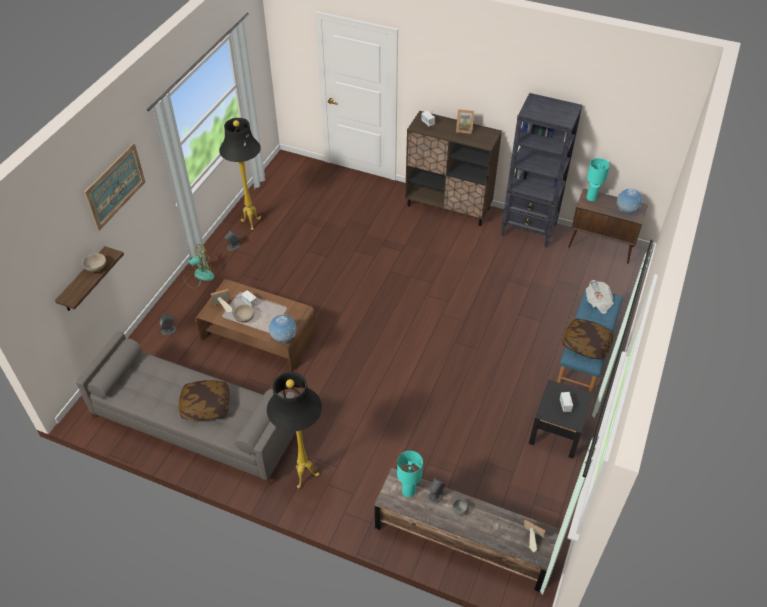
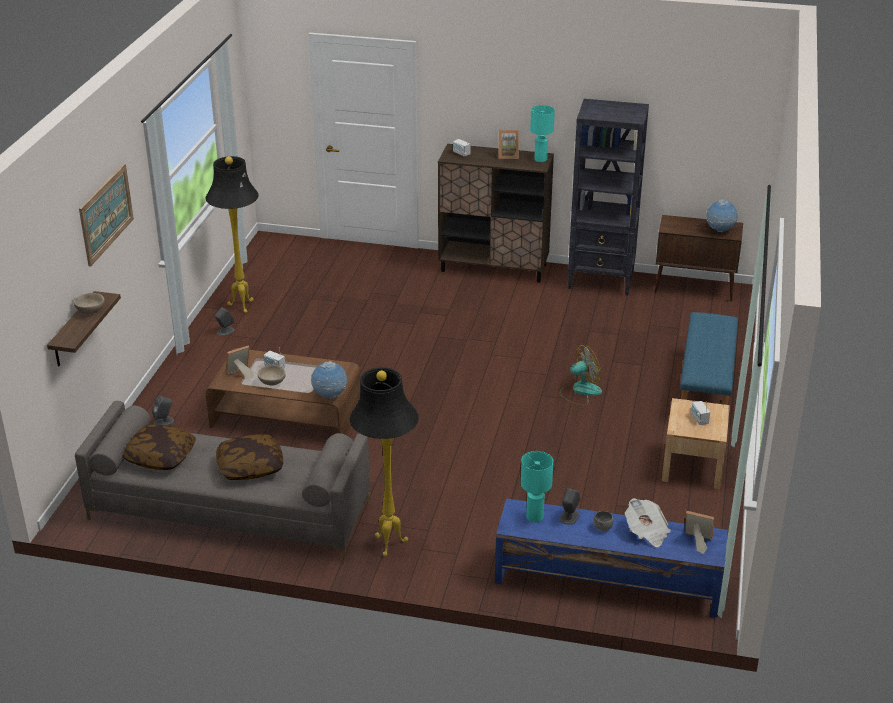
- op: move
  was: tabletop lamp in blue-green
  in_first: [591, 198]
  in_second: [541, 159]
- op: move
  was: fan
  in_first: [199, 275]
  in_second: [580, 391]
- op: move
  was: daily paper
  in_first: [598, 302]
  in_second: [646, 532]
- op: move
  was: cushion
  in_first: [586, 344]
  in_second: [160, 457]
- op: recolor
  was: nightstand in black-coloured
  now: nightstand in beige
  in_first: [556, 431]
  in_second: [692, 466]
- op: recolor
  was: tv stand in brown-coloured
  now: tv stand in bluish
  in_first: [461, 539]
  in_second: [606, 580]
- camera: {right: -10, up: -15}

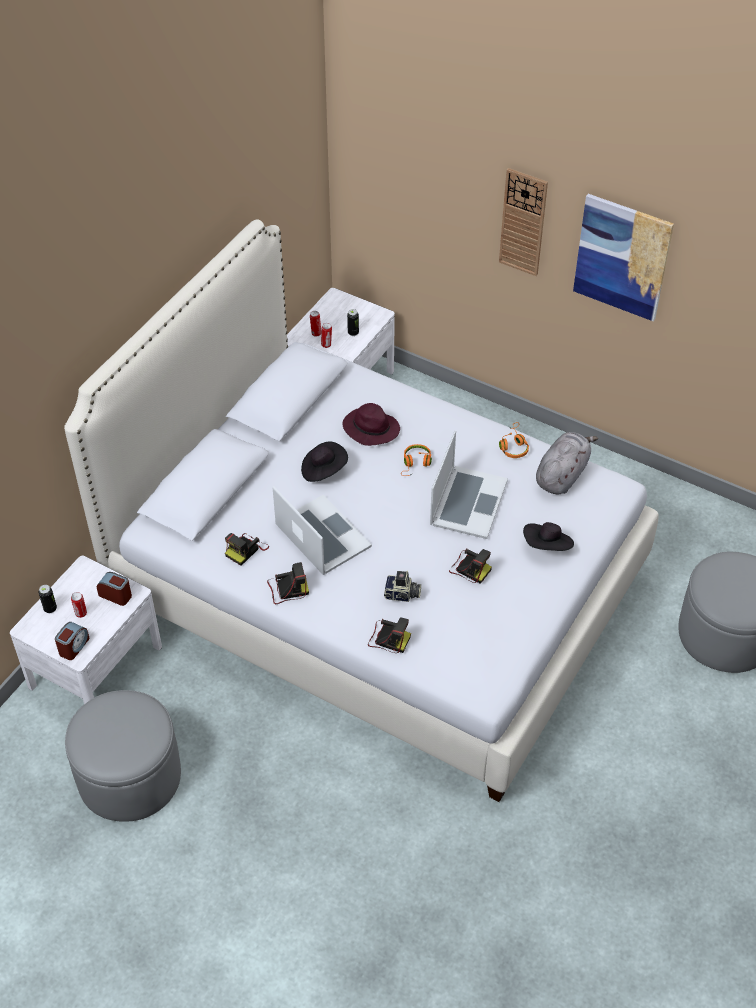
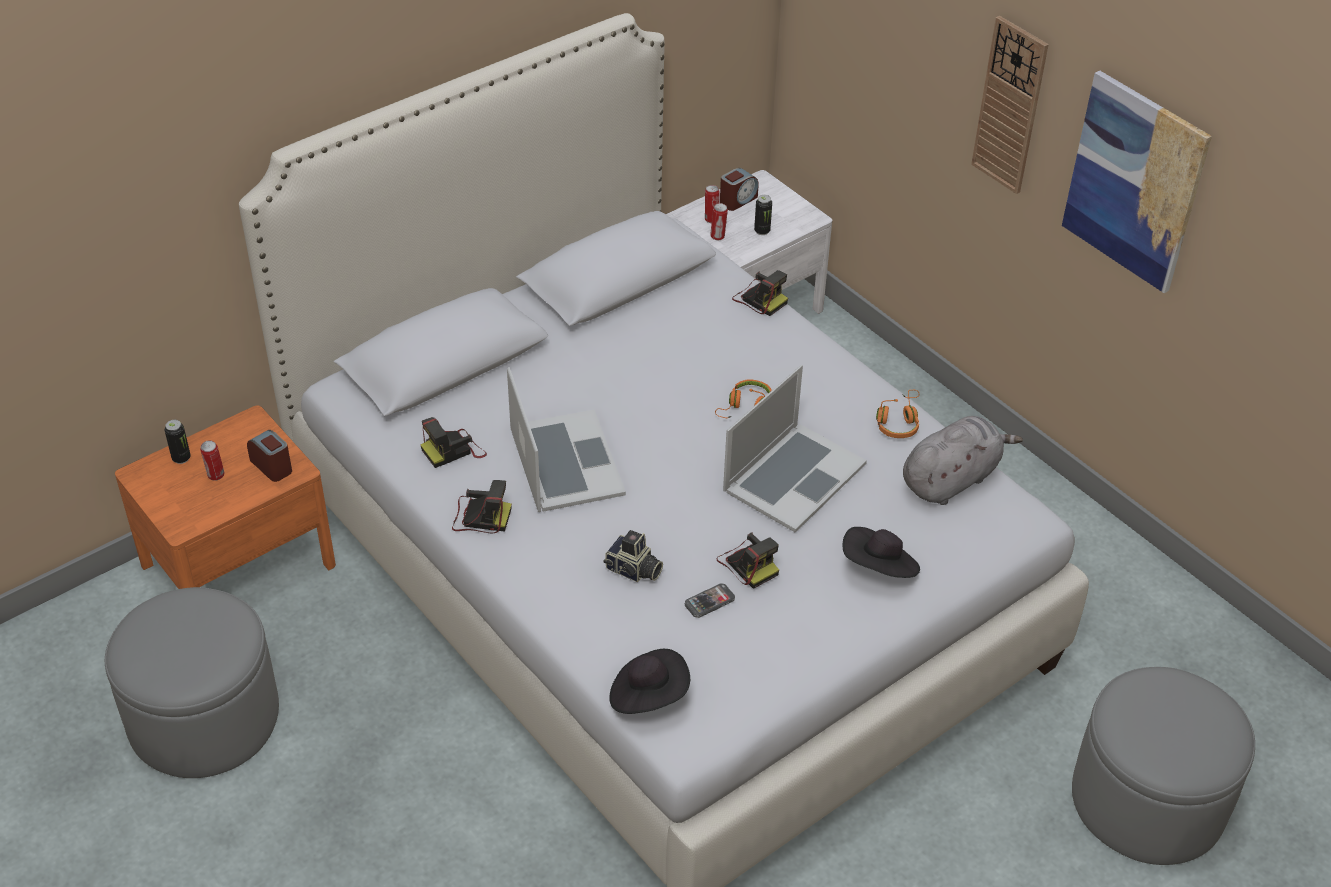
- op: delete
  was: wearable hat in purple-coloured
  in_first: [370, 429]
- op: move
  was: wearable hat in black-coloured
  in_first: [323, 470]
  in_second: [648, 695]
- op: recolor
  was: nightstand in whitish
  now: nightstand in orangey
  in_first: [95, 666]
  in_second: [238, 564]
- op: move
  was: photo camera
  in_first: [388, 638]
  in_second: [759, 299]
- op: move
  was: bedside clock
  in_first: [73, 647]
  in_second: [738, 200]
- op: insert
  now: telephone
  in_second: [709, 602]
- camera: {right: 20, up: -5}

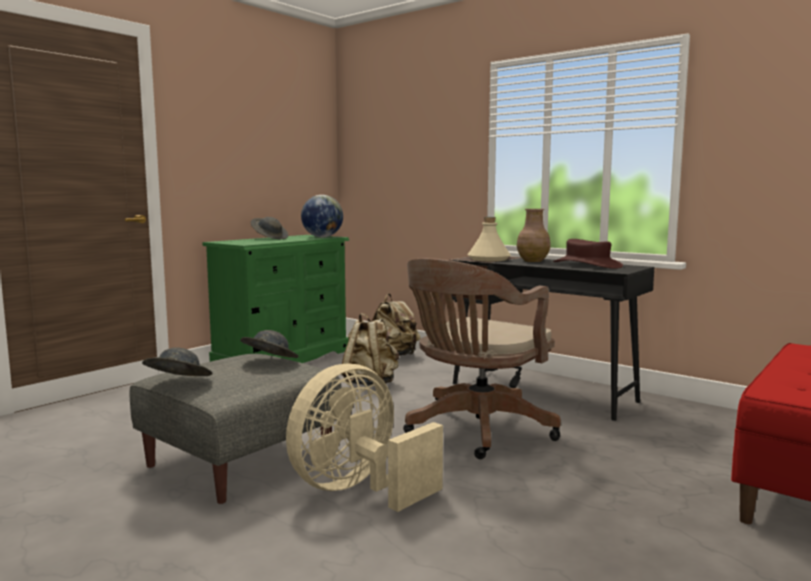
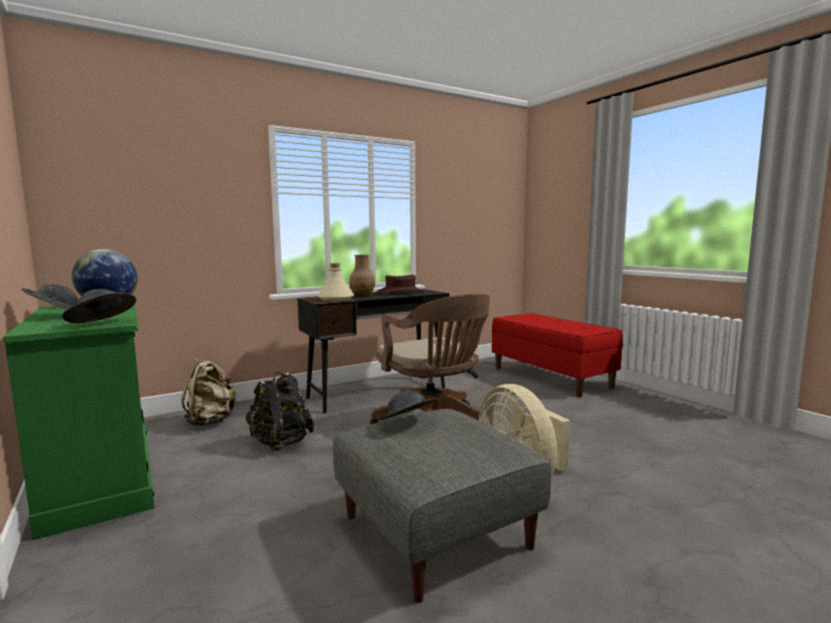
- op: recolor
  was: knapsack in beige
  now: knapsack in black-coloured
  in_first: [370, 383]
  in_second: [280, 443]
- op: move
  was: wearable hat in gray
  in_first: [177, 384]
  in_second: [102, 324]
- camera: {right: -70, up: 0}

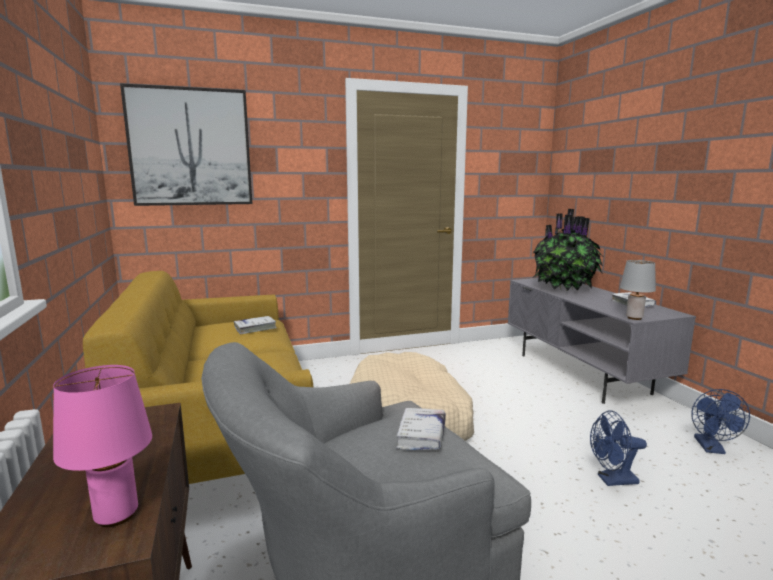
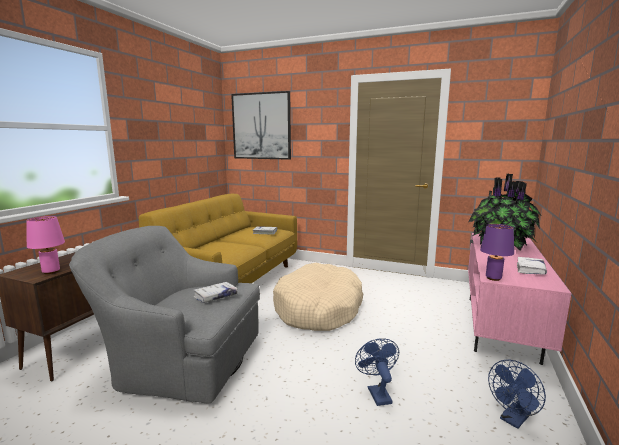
- op: recolor
  was: tabletop lamp in gray
  now: tabletop lamp in purple-coloured
  in_first: [634, 318]
  in_second: [493, 278]
- op: recolor
  was: tv stand in gray
  now: tv stand in pink
  in_first: [582, 373]
  in_second: [501, 327]
- op: rotate
  was: fan in bluish
  in_first: [612, 480]
  in_second: [377, 392]
  clockwise: 45
- camera: {right: 40, up: 0}

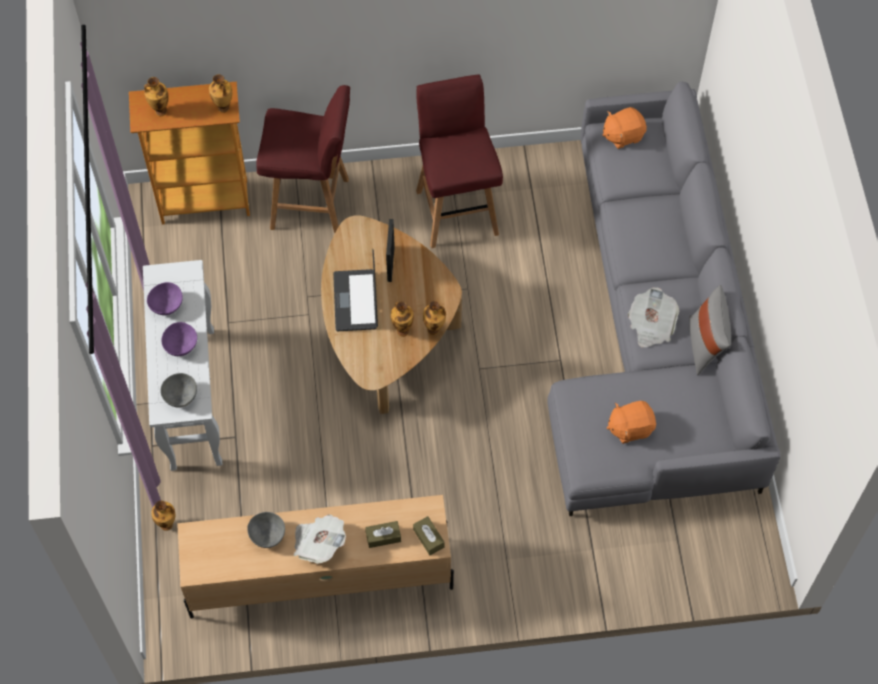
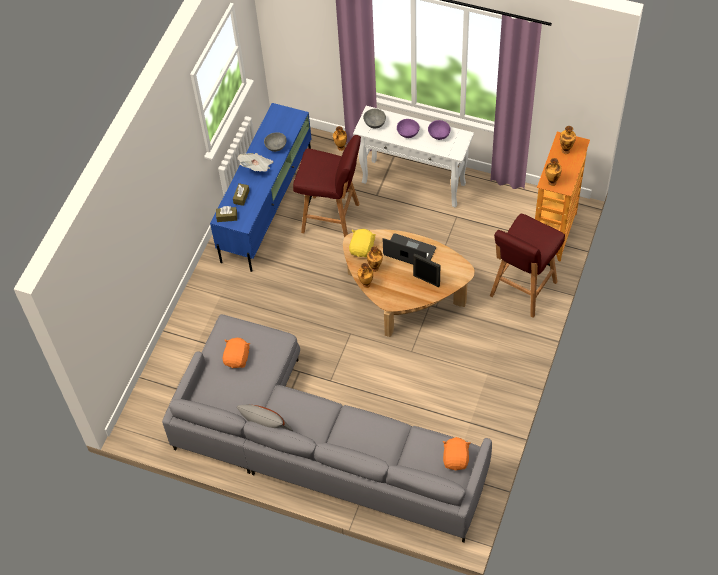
- op: move
  was: sitting stool in reddish
  in_first: [457, 210]
  in_second: [332, 218]
- op: delete
  was: daily paper
  in_first: [651, 325]
- op: recolor
  was: tv stand in beige
  now: tv stand in bluish
  in_first: [318, 577]
  in_second: [267, 203]
- op: insert
  now: plush toy in yellowish
  in_second: [362, 249]
- camera: {right: 120, up: -5}

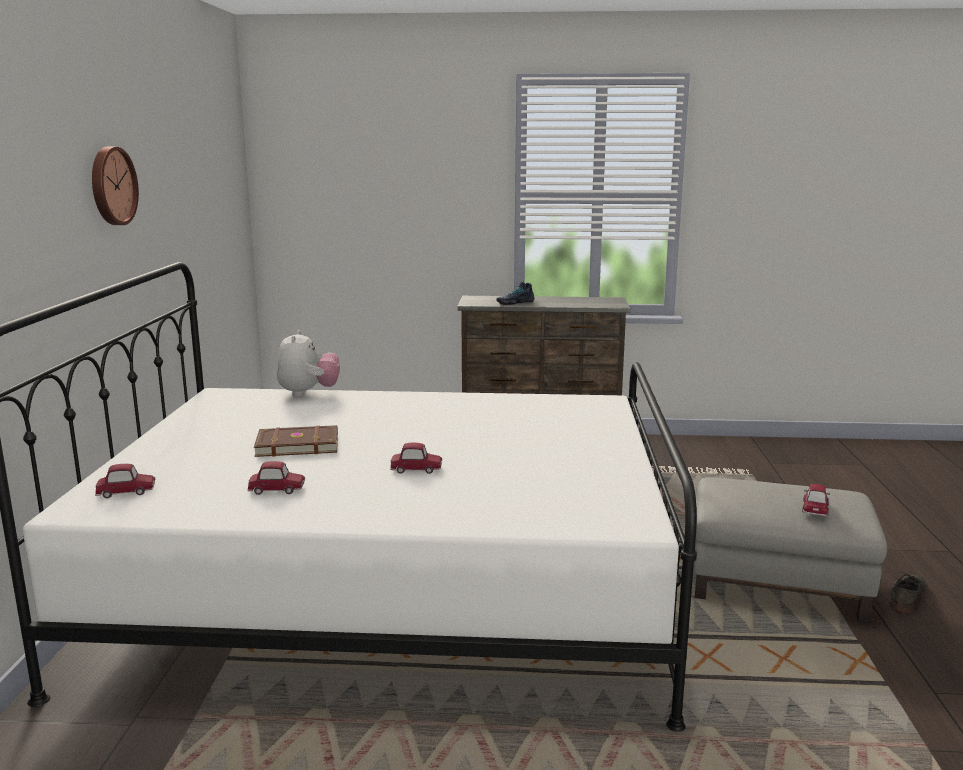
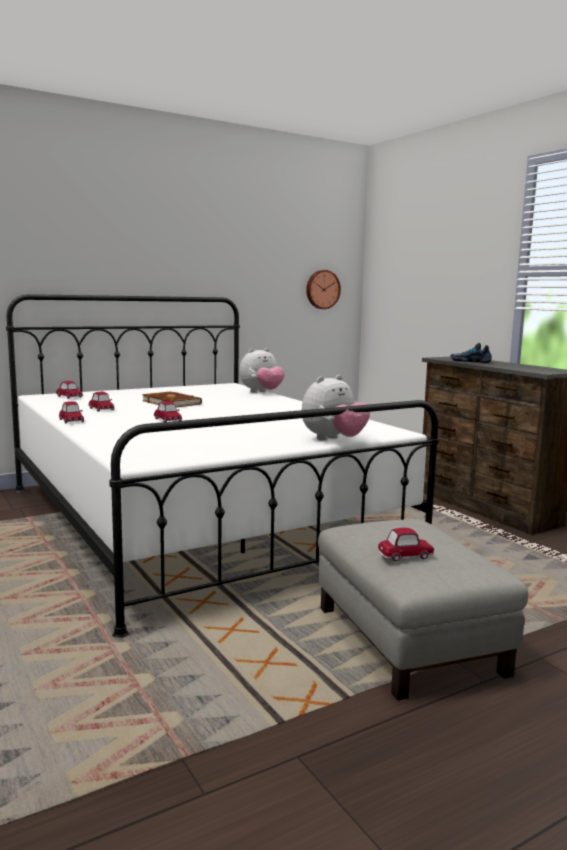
- op: move
  was: wall clock
  in_first: [111, 186]
  in_second: [322, 289]
- op: delete
  was: item of footwear in gray
  in_first: [906, 596]
- op: insert
  now: plush toy
  in_second: [333, 440]
- op: insert
  now: miniature car
  in_second: [71, 421]
- camera: {right: 55, up: -5}

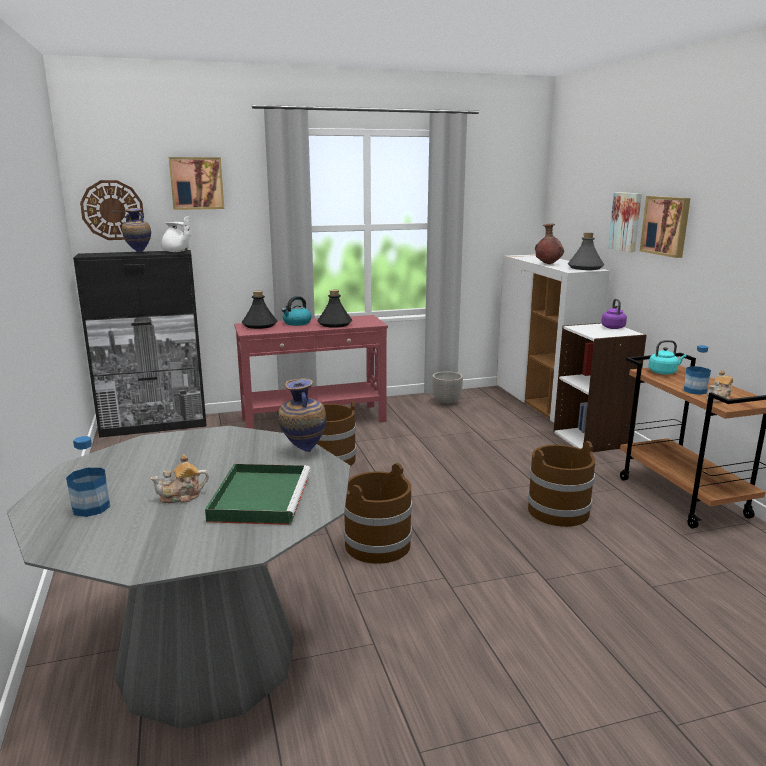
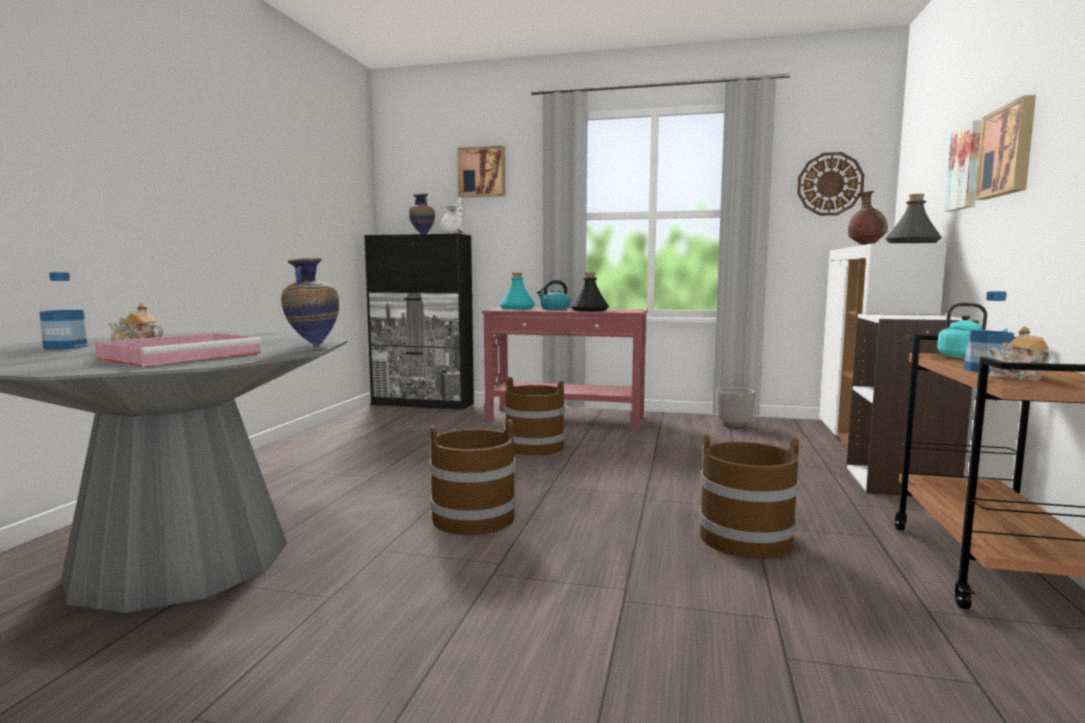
- op: move
  was: wall clock
  in_first: [112, 210]
  in_second: [830, 184]
- op: recolor
  was: drink bottle in black-coloured
  now: drink bottle in blue-green
  in_first: [259, 325]
  in_second: [517, 308]
- op: delete
  was: kettle in purple-coloured
  in_first: [612, 327]
- op: recolor
  was: serving tray in green-coloured
  now: serving tray in pink
  in_first: [260, 497]
  in_second: [184, 355]
- camera: {right: 30, up: -10}

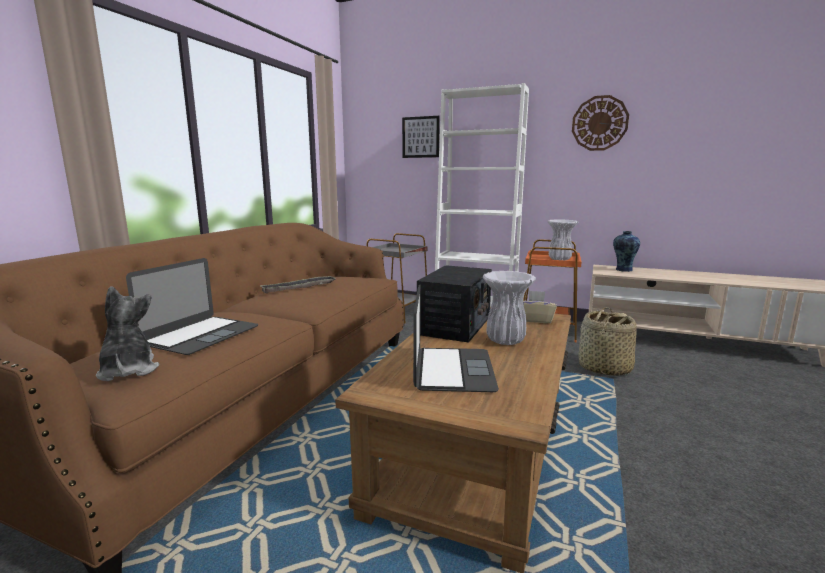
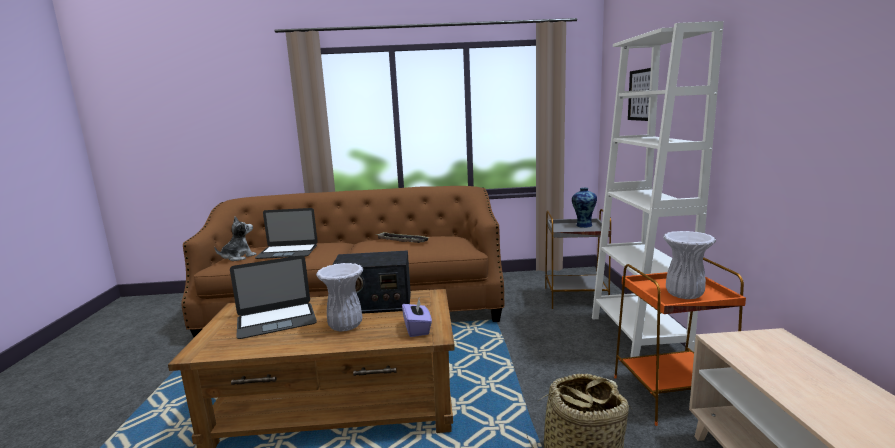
- op: delete
  was: wall clock
  in_first: [599, 123]
- op: move
  was: flower vase
  in_first: [623, 270]
  in_second: [583, 225]
- op: recolor
  was: tissue holder in beige
  now: tissue holder in purple-coloured
  in_first: [535, 319]
  in_second: [417, 329]
- camera: {right: 65, up: 0}

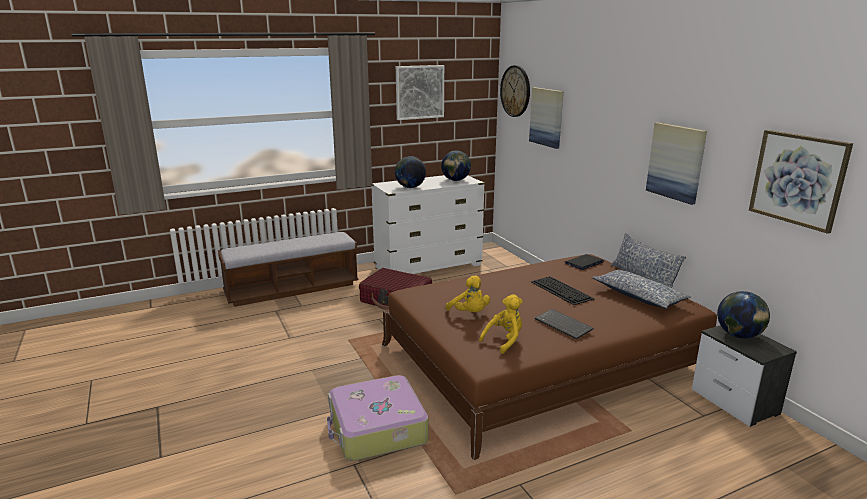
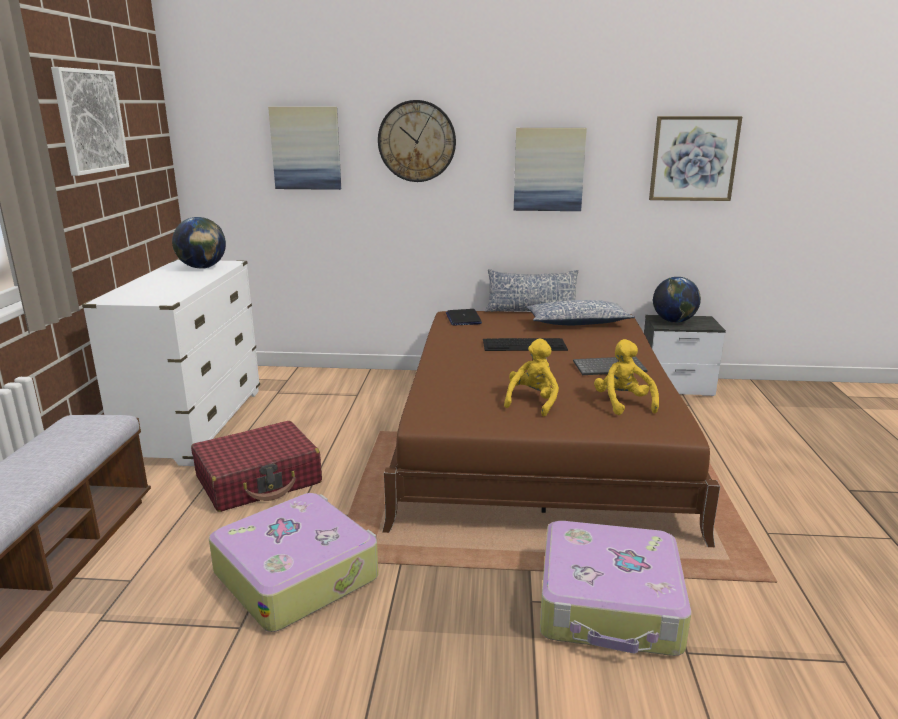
- op: move
  was: wall clock
  in_first: [515, 91]
  in_second: [417, 141]
- op: delete
  was: world globe
  in_first: [410, 187]
- op: rotate
  was: plush toy in yellowish
  in_first: [469, 313]
  in_second: [532, 402]
  clockwise: -60
- op: insert
  now: travel case
  in_second: [297, 574]
- camera: {right: -60, up: 0}

